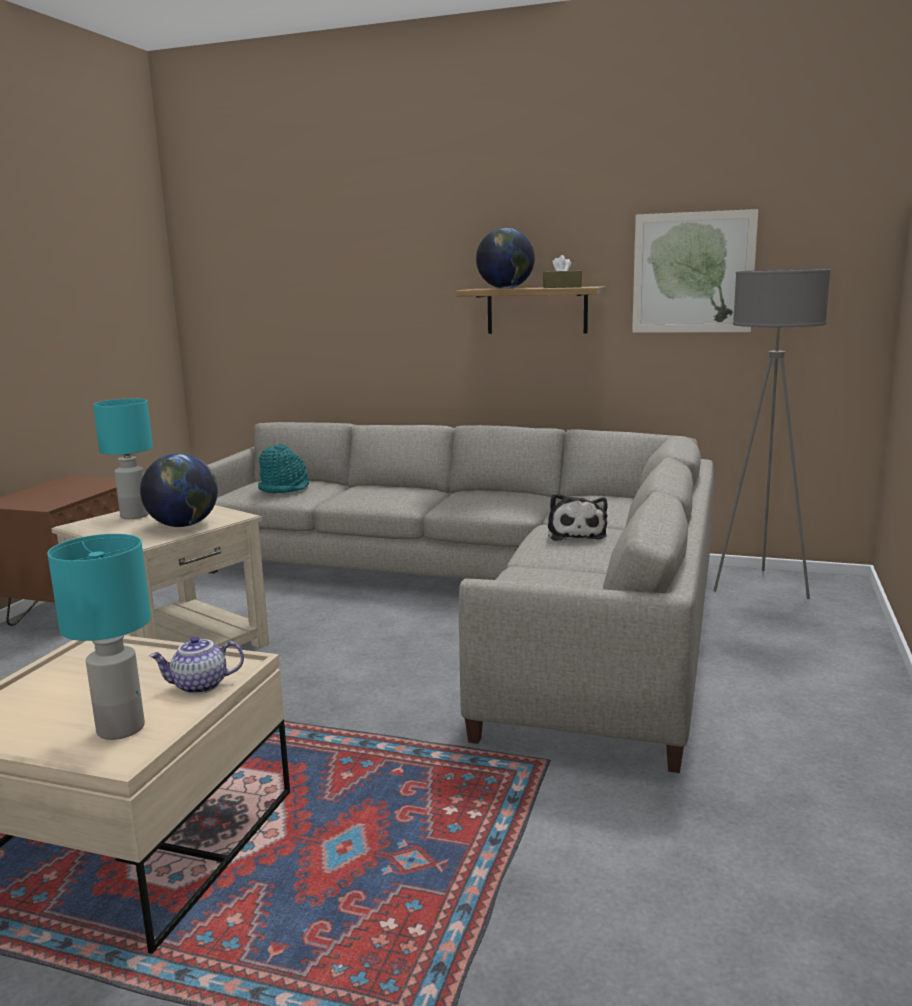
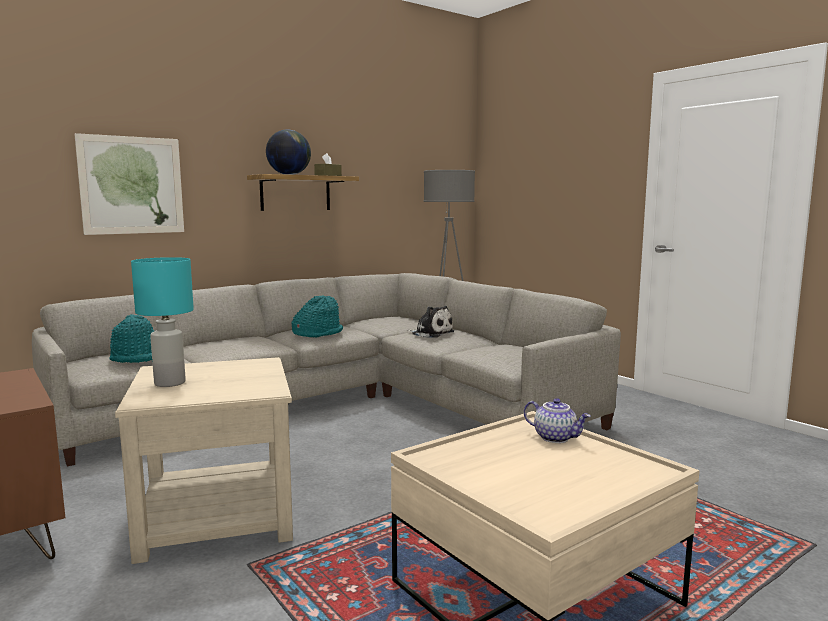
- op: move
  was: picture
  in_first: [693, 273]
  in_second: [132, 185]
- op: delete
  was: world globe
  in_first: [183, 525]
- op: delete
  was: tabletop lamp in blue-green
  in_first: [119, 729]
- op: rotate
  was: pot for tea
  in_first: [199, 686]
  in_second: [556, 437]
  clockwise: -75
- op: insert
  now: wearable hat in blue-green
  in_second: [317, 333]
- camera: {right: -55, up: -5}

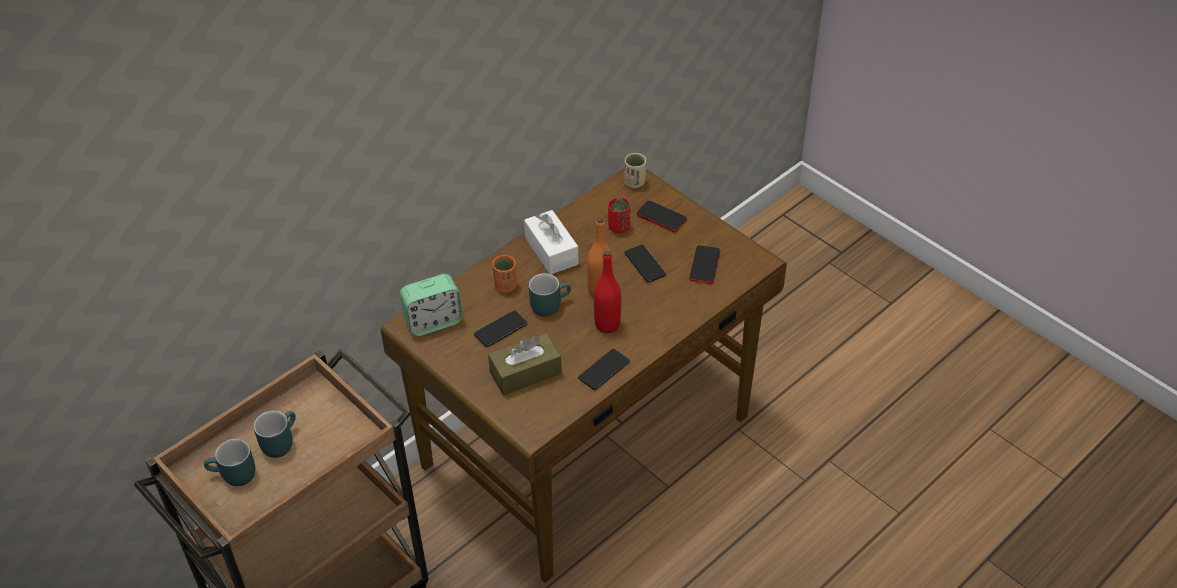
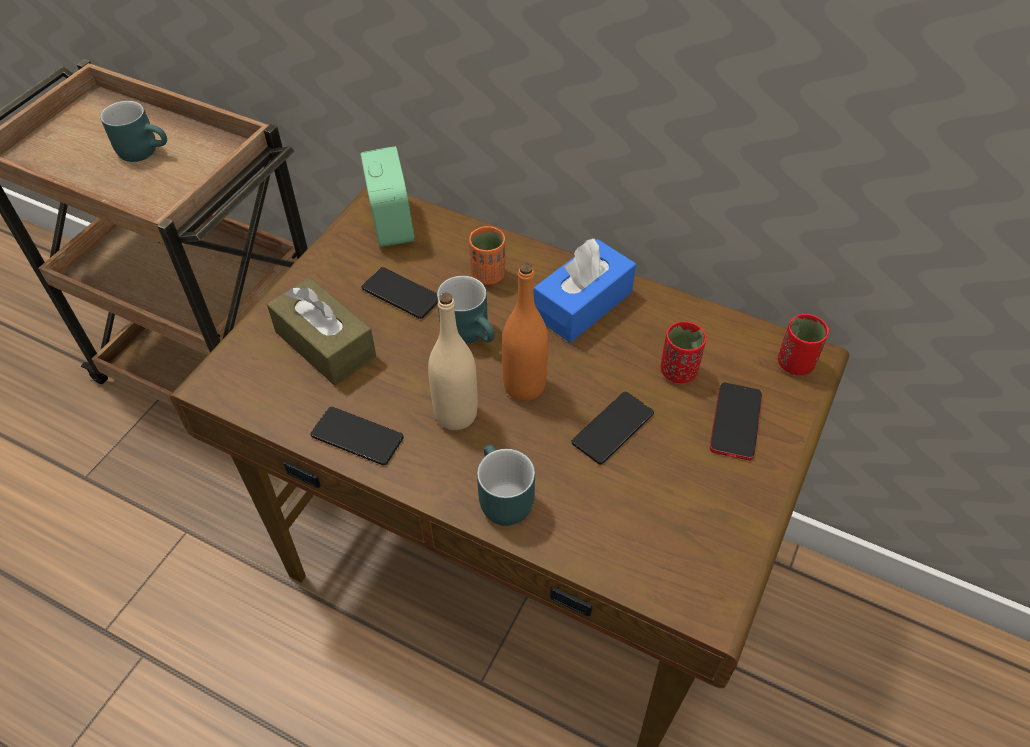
- op: recolor
  was: drinking cup in beige
  now: drinking cup in reddish
  in_first: [634, 182]
  in_second: [795, 363]
- op: recolor
  was: tissue holder in whitish
  now: tissue holder in bluish
  in_first: [551, 251]
  in_second: [582, 304]
- op: delete
  was: telephone
  in_first: [704, 265]
- op: recolor
  was: drink bottle in reddish
  now: drink bottle in beige
  in_first: [607, 324]
  in_second: [456, 414]
- op: rotate
  was: bedside clock
  in_first: [433, 322]
  in_second: [391, 224]
  clockwise: -150
- op: move
  was: mug in blue-green
  in_first: [233, 477]
  in_second: [499, 499]
- camera: {right: 70, up: 5}

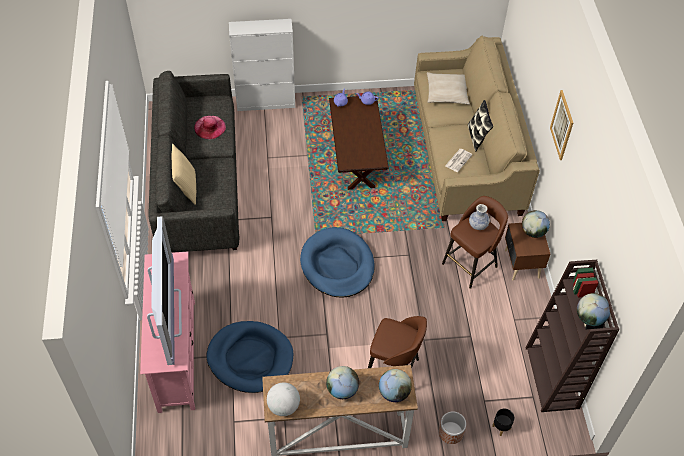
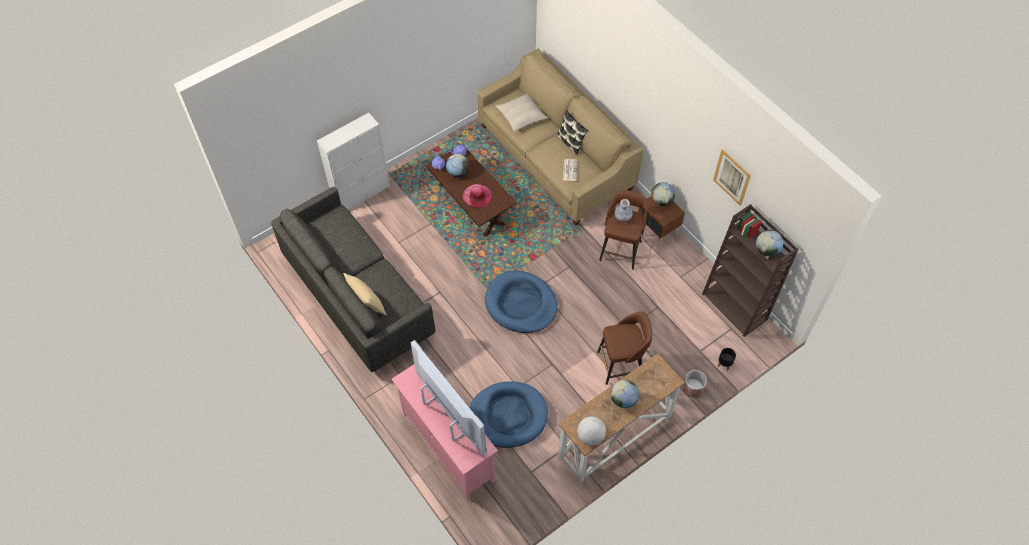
- op: move
  was: picture
  in_first: [562, 125]
  in_second: [732, 177]
- op: move
  was: wearable hat in pink
  in_first: [209, 127]
  in_second: [477, 196]
- op: move
  was: world globe
  in_first: [394, 393]
  in_second: [457, 172]
- camera: {right: -30, up: 5}

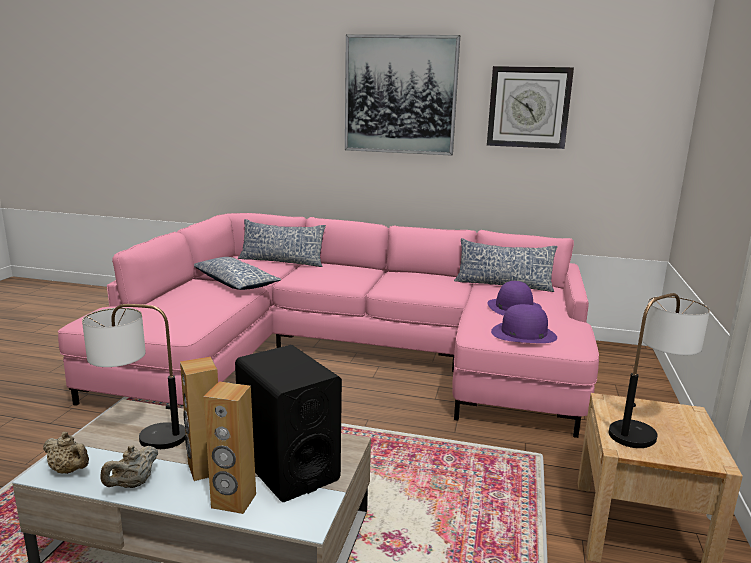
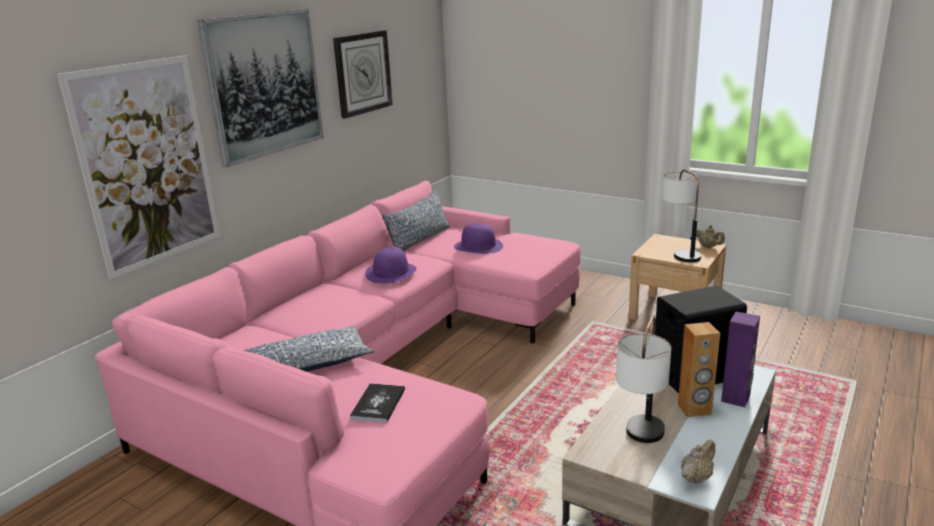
- op: delete
  was: cushion
  in_first: [281, 261]
- op: move
  was: wearable hat in purple-coloured
  in_first: [523, 334]
  in_second: [391, 272]
- op: recolor
  was: loudspeaker in brown-coloured
  now: loudspeaker in purple-coloured
  in_first: [233, 501]
  in_second: [736, 398]
- op: move
  was: pot for tea in beige
  in_first: [133, 484]
  in_second: [708, 247]
- op: insert
  now: picture
  in_second: [147, 164]
- op: insert
  now: volume
  in_second: [378, 404]
- camera: {right: -70, up: 5}

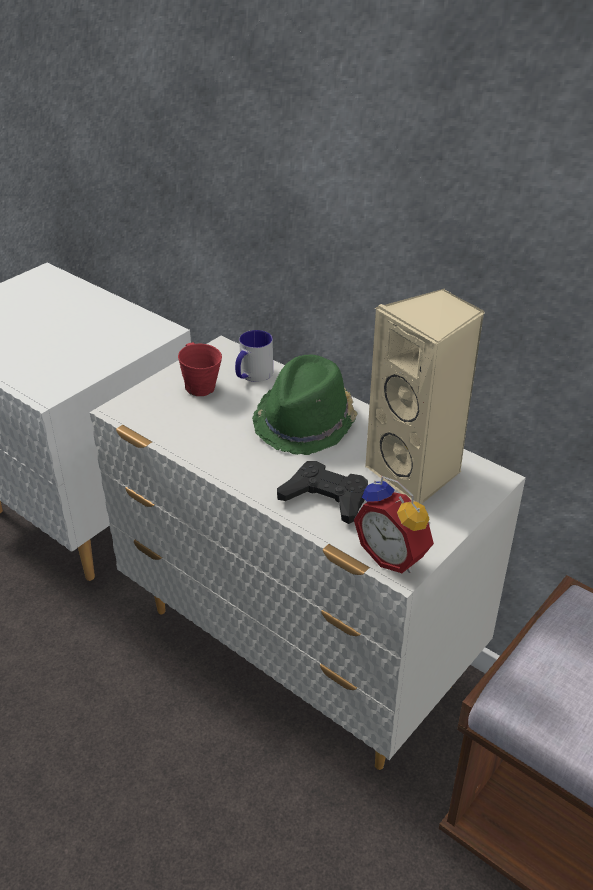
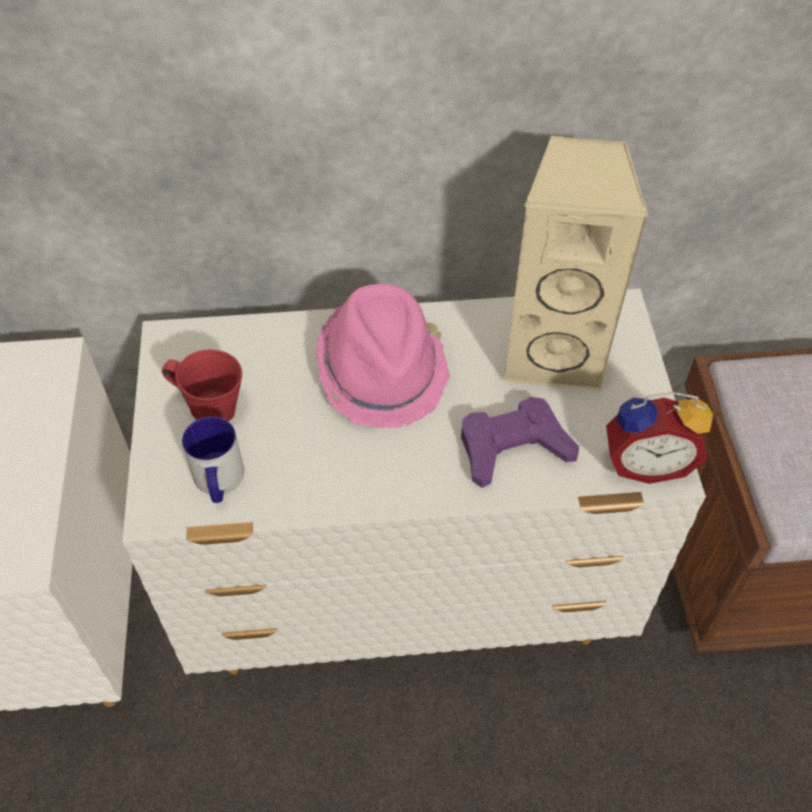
- op: move
  was: mug
  in_first: [252, 376]
  in_second: [219, 482]
- op: recolor
  was: wearable hat in green-coloured
  now: wearable hat in pink
  in_first: [306, 422]
  in_second: [383, 371]
- op: recolor
  was: game controller in black-coloured
  now: game controller in purple-coloured
  in_first: [326, 498]
  in_second: [513, 447]
- camera: {right: -45, up: 15}

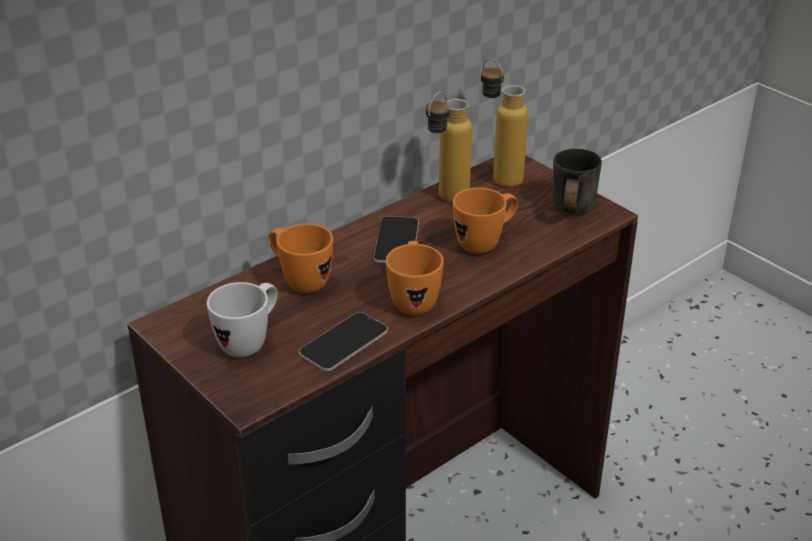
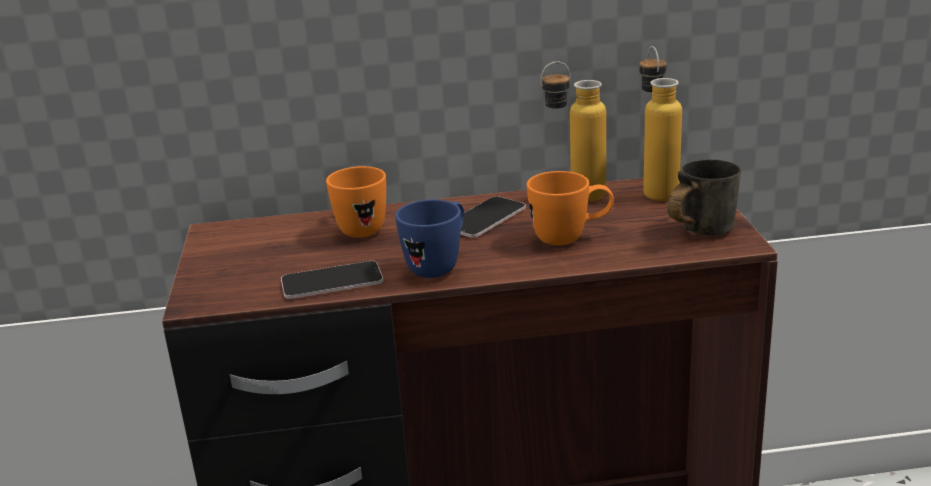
- op: recolor
  was: mug in orangey
  now: mug in bluish
  in_first: [413, 299]
  in_second: [439, 266]
- op: delete
  was: mug in whitish
  in_first: [250, 341]
- camera: {right: 35, up: -10}

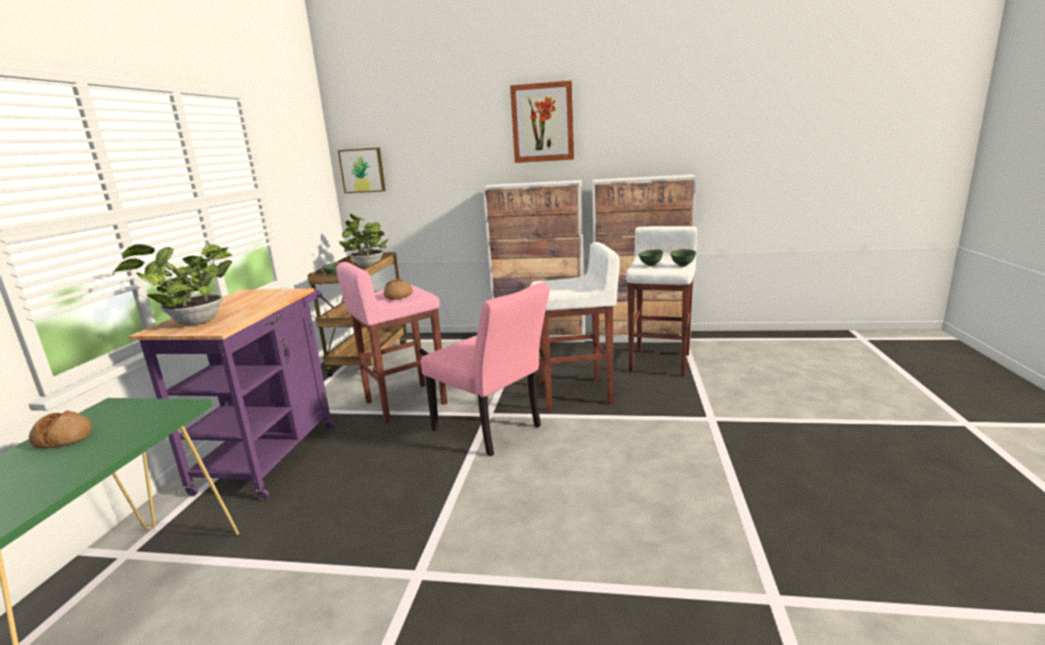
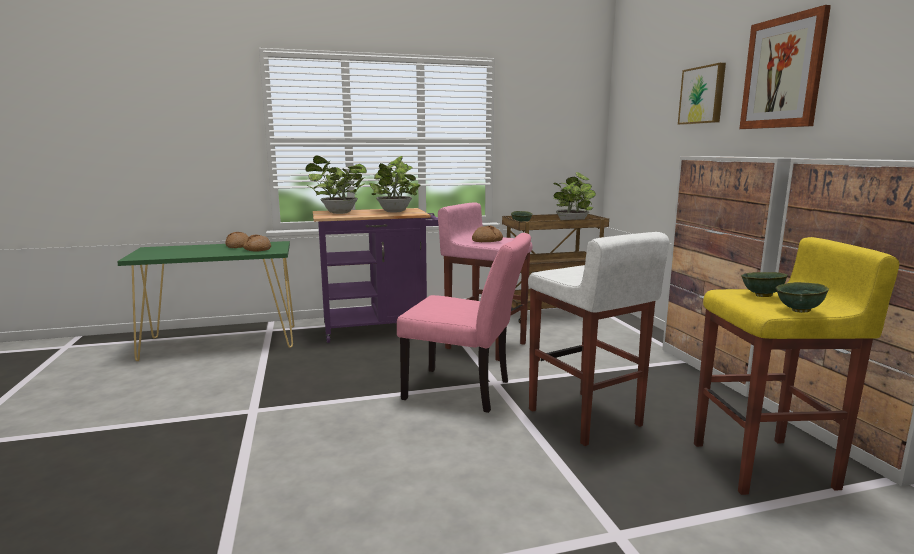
- op: move
  was: picture
  in_first: [363, 170]
  in_second: [703, 95]
- op: recolor
  was: sitting stool in whitish
  now: sitting stool in yellowish
  in_first: [661, 362]
  in_second: [765, 466]
- op: rotate
  was: plain chair in pink
  in_first: [492, 430]
  in_second: [465, 391]
  clockwise: -90
- op: insert
  now: houseplant
  in_second: [395, 212]
- op: insert
  now: baked bread
  in_second: [257, 249]
- camera: {right: 65, up: -5}

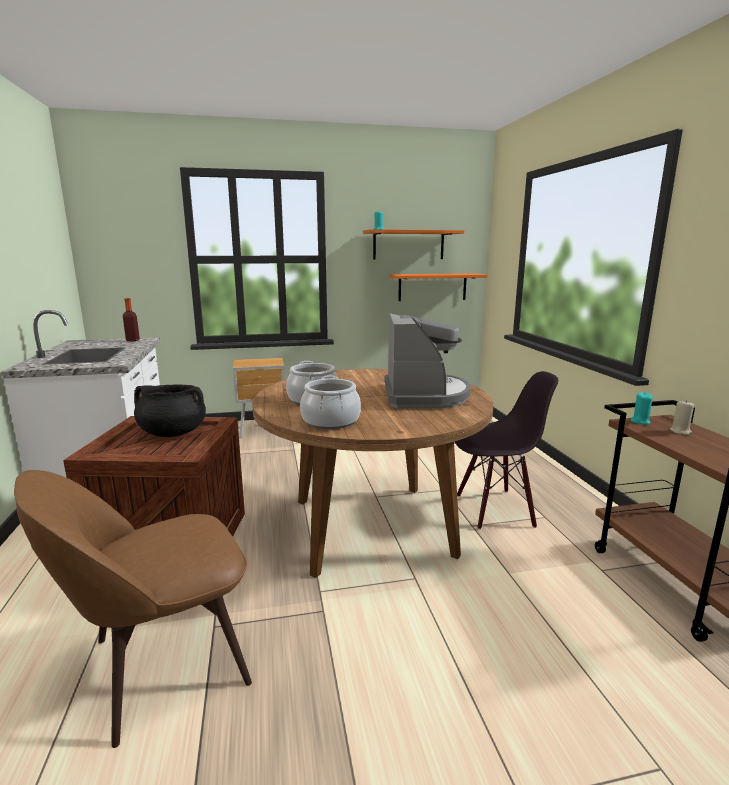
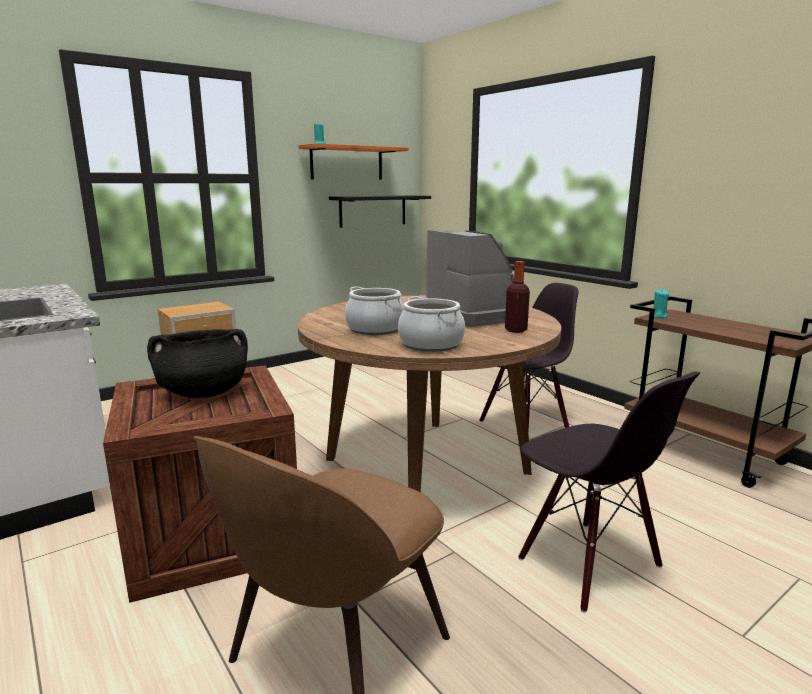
- op: recolor
  was: bracket shelf in orangey
  now: bracket shelf in black-coloured
  in_first: [432, 287]
  in_second: [373, 210]
- op: move
  was: drink bottle
  in_first: [132, 340]
  in_second: [515, 330]
- op: delete
  was: candle in beige
  in_first: [680, 431]
- op: insert
  now: plain chair in black-coloured
  in_second: [588, 563]
- camera: {right: -25, up: 0}

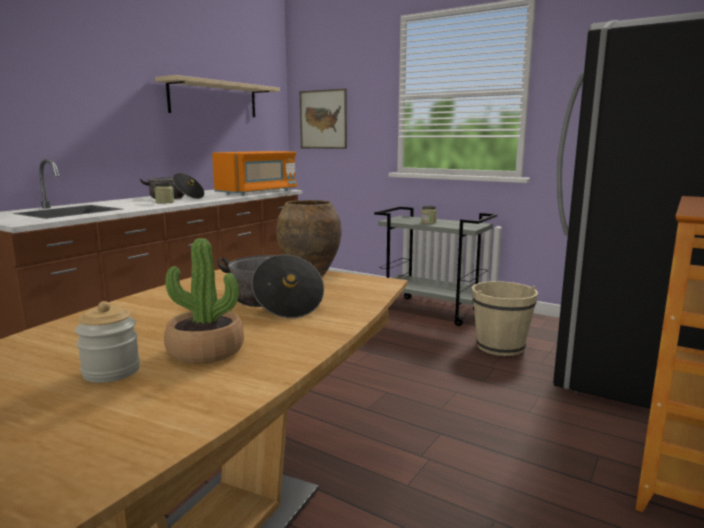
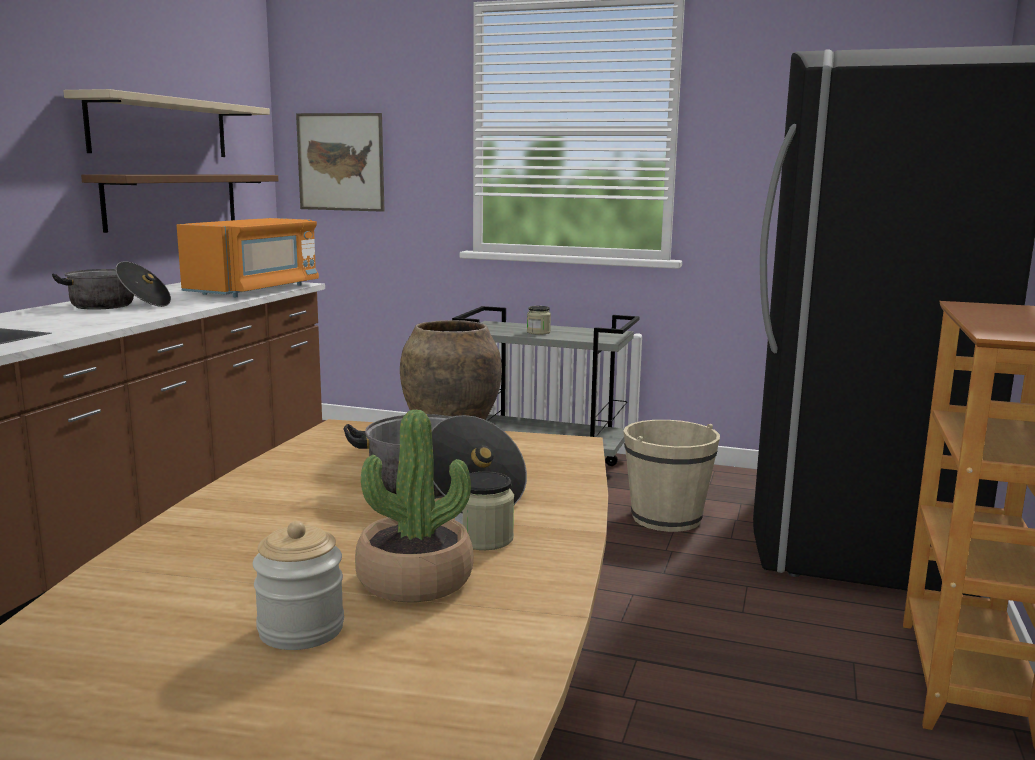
- op: move
  was: preserve jar
  in_first: [165, 202]
  in_second: [484, 539]
- op: insert
  now: bracket shelf in brown-coloured
  in_second: [172, 200]
- camera: {right: -15, up: 0}

